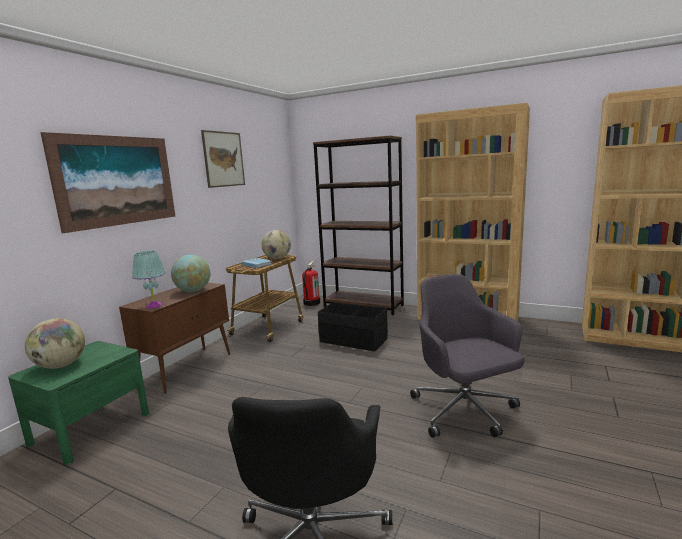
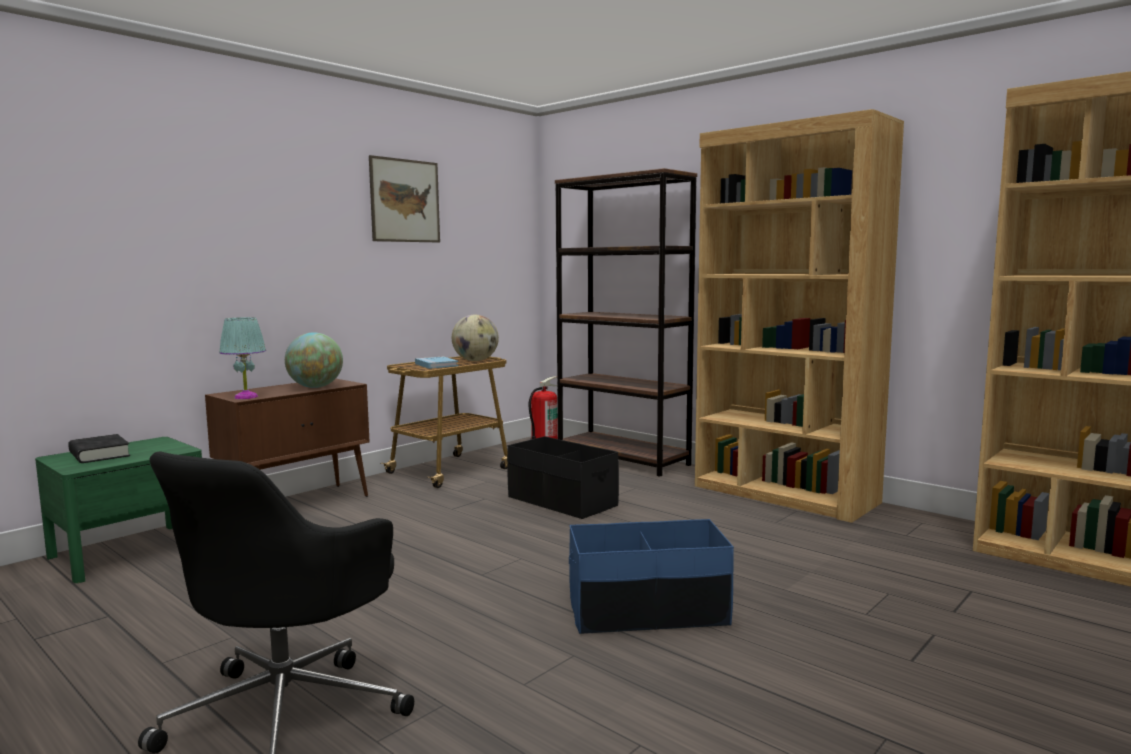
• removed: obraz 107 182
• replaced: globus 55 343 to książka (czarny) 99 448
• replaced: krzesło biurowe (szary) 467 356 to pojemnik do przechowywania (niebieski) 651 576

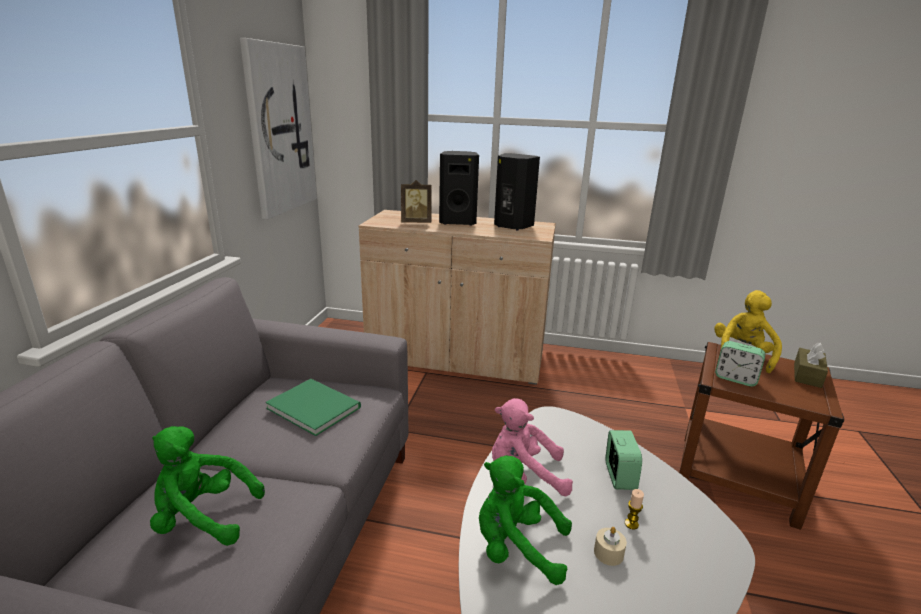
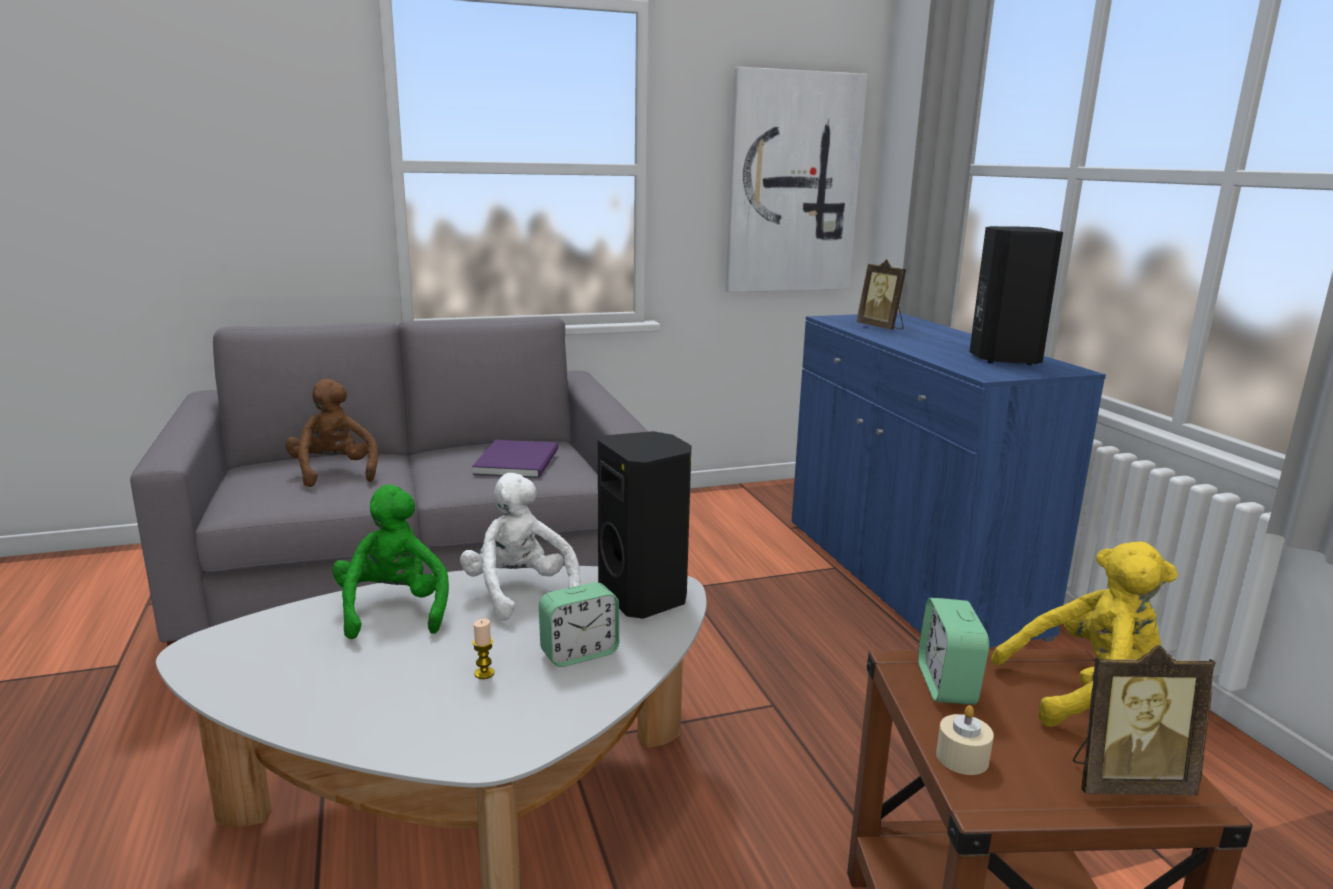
• moved: głośnik (czarny) 459 188 to 644 525
• moved: świeca (beżowy) 610 546 to 965 740
• replaced: pudełko chusteczek (brązowy) 811 365 to ramka na zdjęcie 1144 720
• recoloured: pluszak (zielony) 207 486 to pluszak (brązowy) 331 433
• recoloured: książka (zielony) 313 407 to książka (fioletowy) 515 459
• recoloured: szafka (beżowy) 457 297 to szafka (niebieski) 948 480
• recoloured: pluszak (różowy) 532 447 to pluszak (biały) 520 547

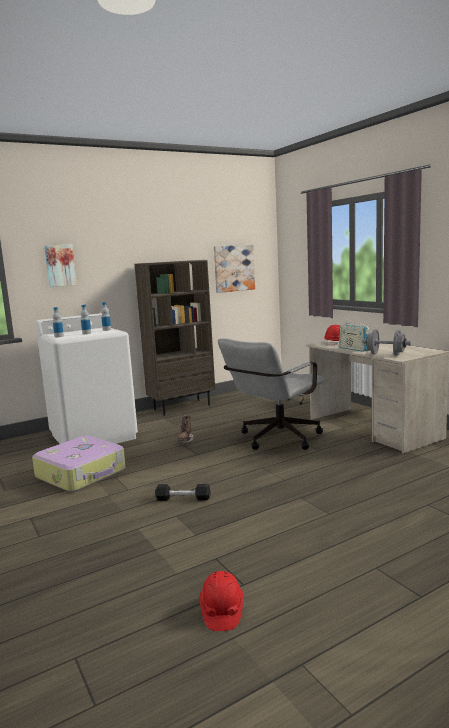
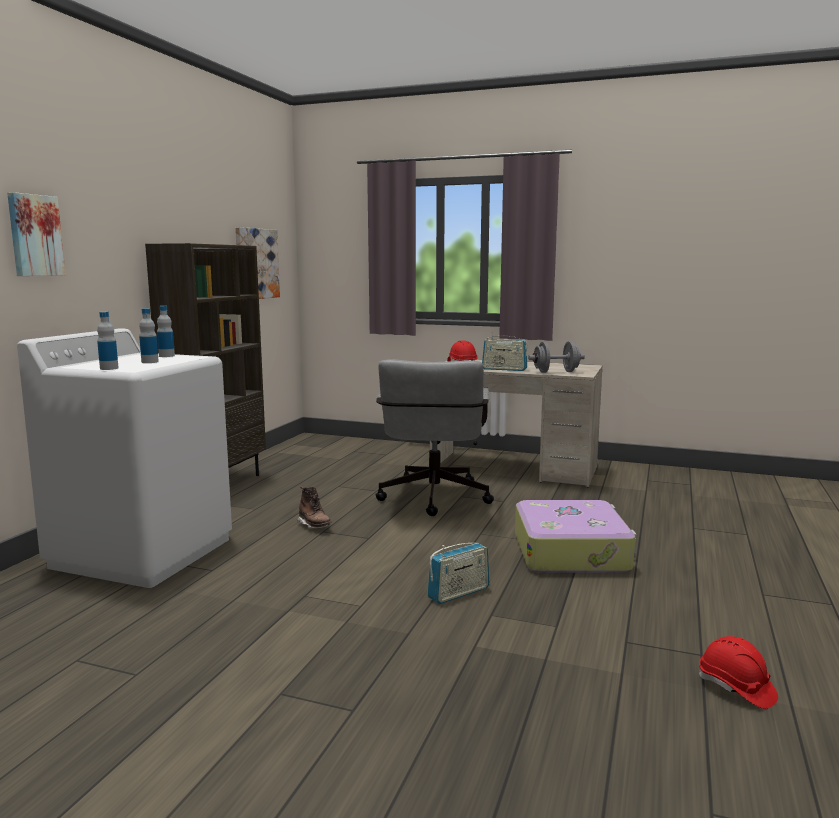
• moved: walizka 78 464 to 575 536
• replaced: hantel (czarny) 182 492 to radio 458 573

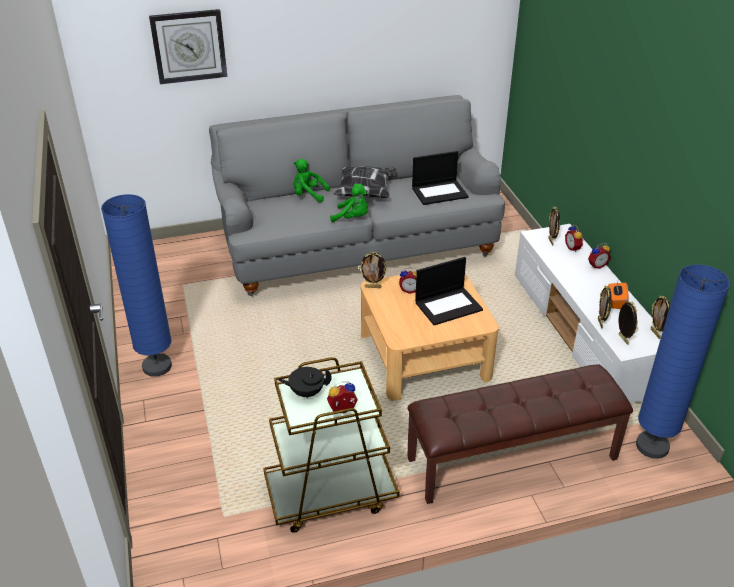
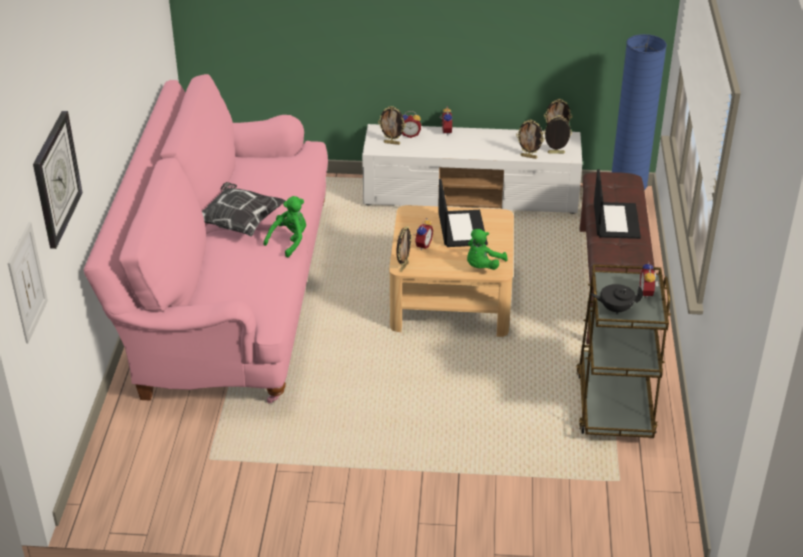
• removed: lampa stojąca (niebieski) 136 285
• removed: pudełko chusteczek (pomarańczowy) 618 296
• added: obraz 28 282
• moved: pluszak (zielony) 312 180 to 487 249
• moved: laptop 440 178 to 617 204
• recoloured: kanapa (szary) 357 195 to kanapa (różowy) 205 238
• turned: imbryk (czarny) 305 383 = 617 299 75 degrees clockwise

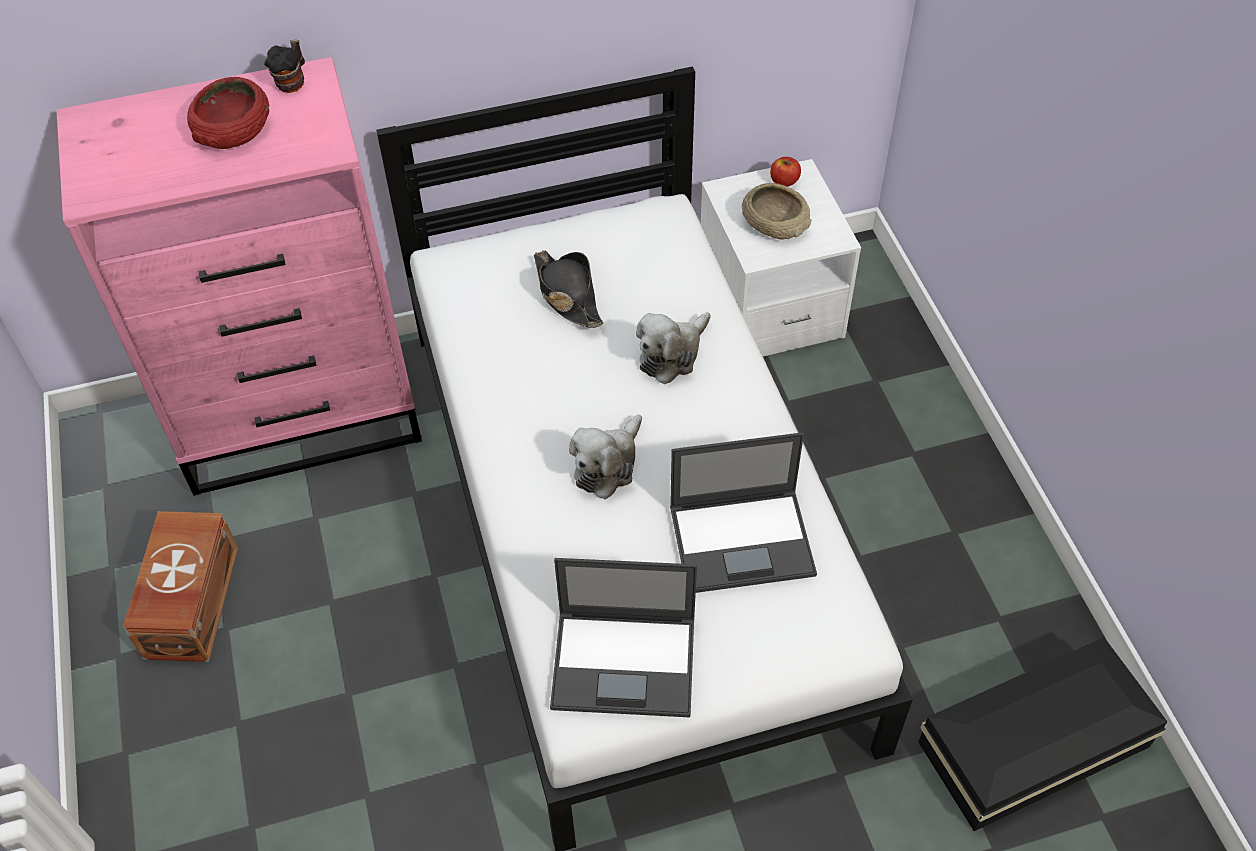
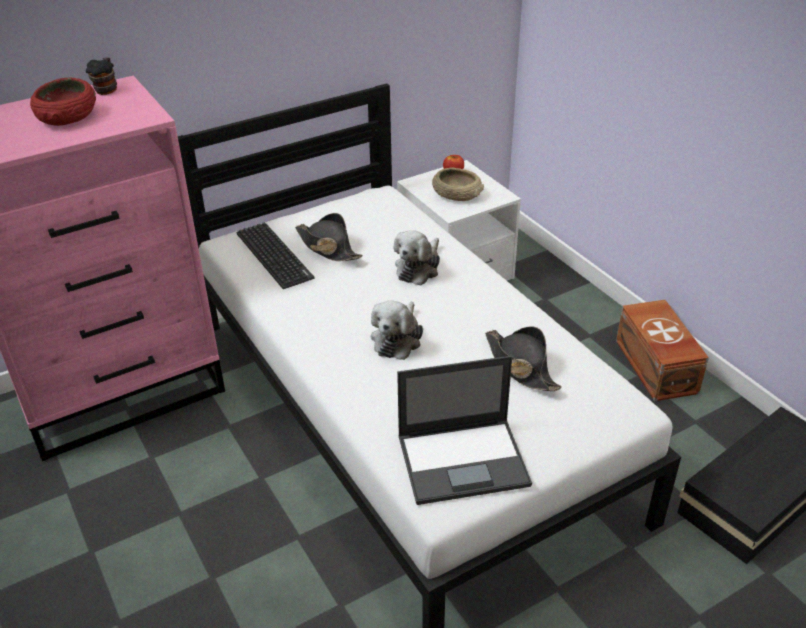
• added: klawiatura 276 256
• moved: pojemnik do przechowywania (brązowy) 180 586 to 662 350
• replaced: laptop 743 512 to kapelusz (czarny) 523 359

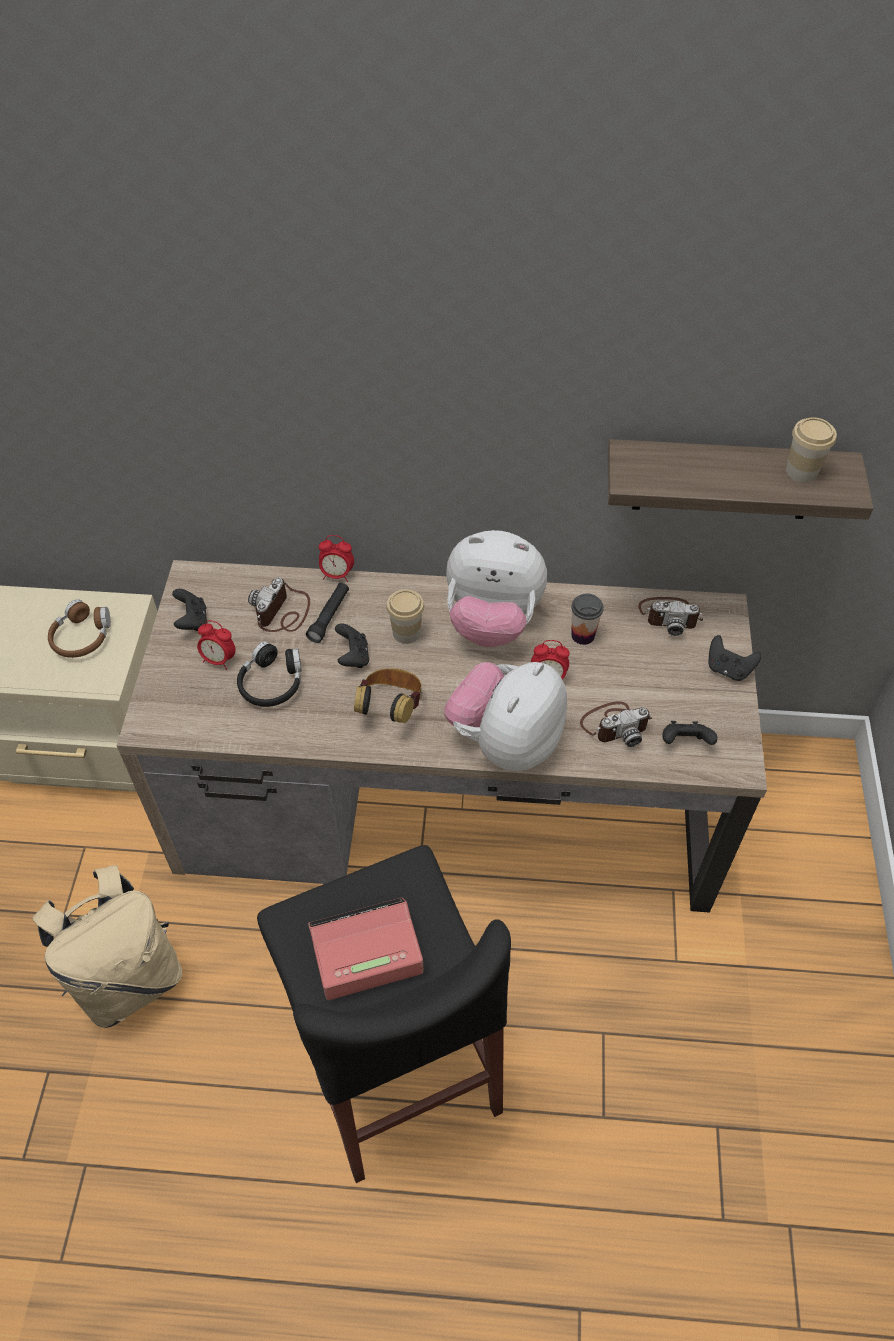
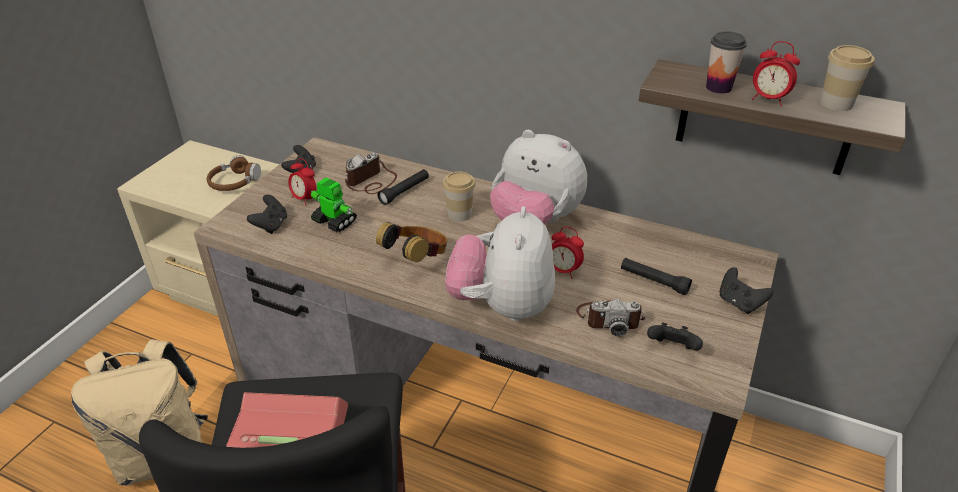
• removed: aparat fotograficzny 670 616
• added: latarka (czarny) 656 276
• moved: budzik 336 558 to 776 73
• moved: pad do gier (czarny) 352 645 to 267 214
• moved: filiżanka 587 619 to 726 62
• replaced: słuchawki (czarny) 269 674 to robot zabawkowy 334 205
• turned: pluszak 505 716 = 500 263 45 degrees counterclockwise

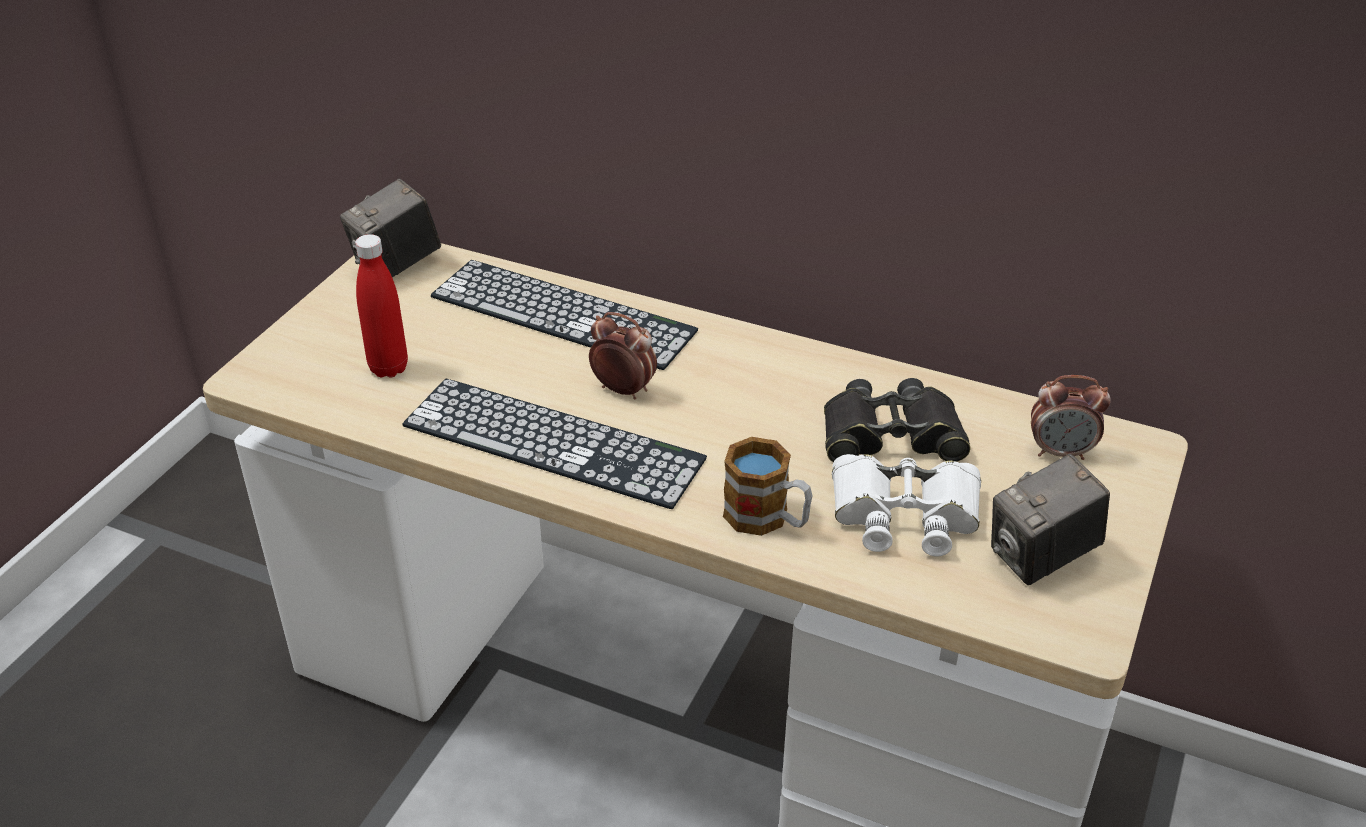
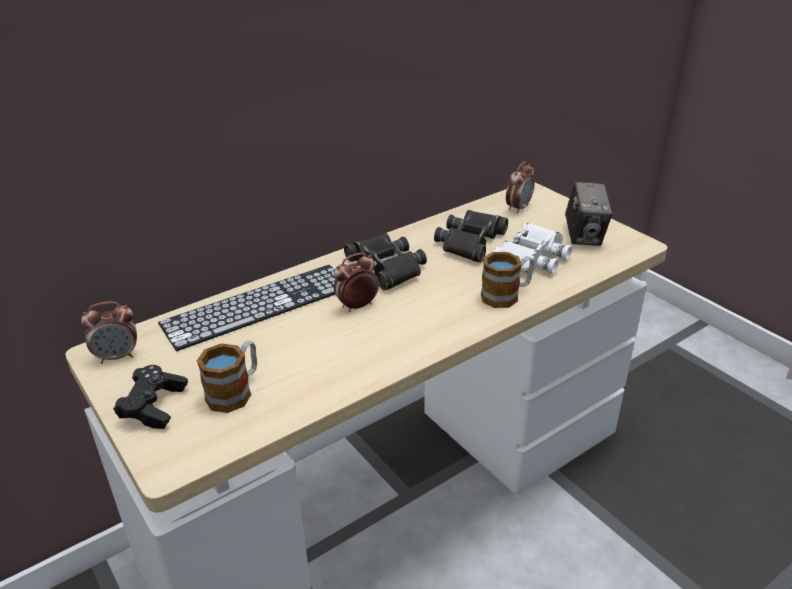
• removed: klawiatura 554 444
• added: pad do gier (czarny) 150 397
• added: lornetka (czarny) 385 261
• replaced: aparat fotograficzny 390 228 to budzik 109 333
• replaced: butelka (czerwony) 381 306 to kubek 227 376

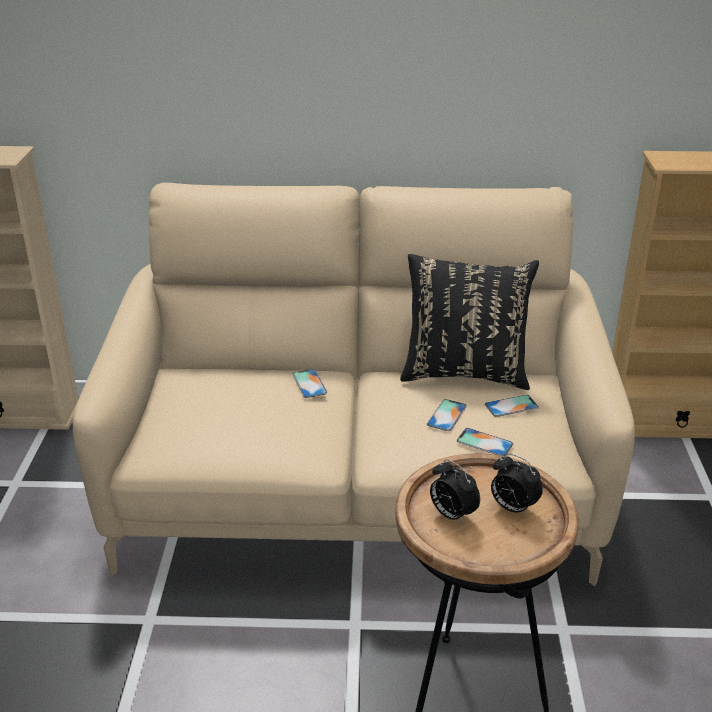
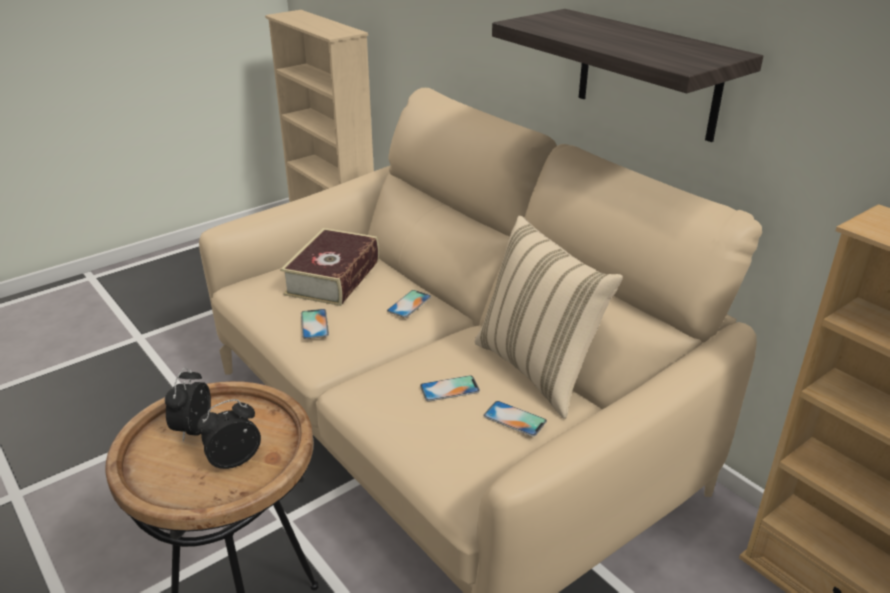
• added: książka 329 267
• added: półka 627 75
• moved: telefon 485 442 to 315 324
• recoloured: poduszka (czarny) 469 322 to poduszka (beżowy) 548 317
• turned: budzik 517 484 = 229 434 60 degrees clockwise

